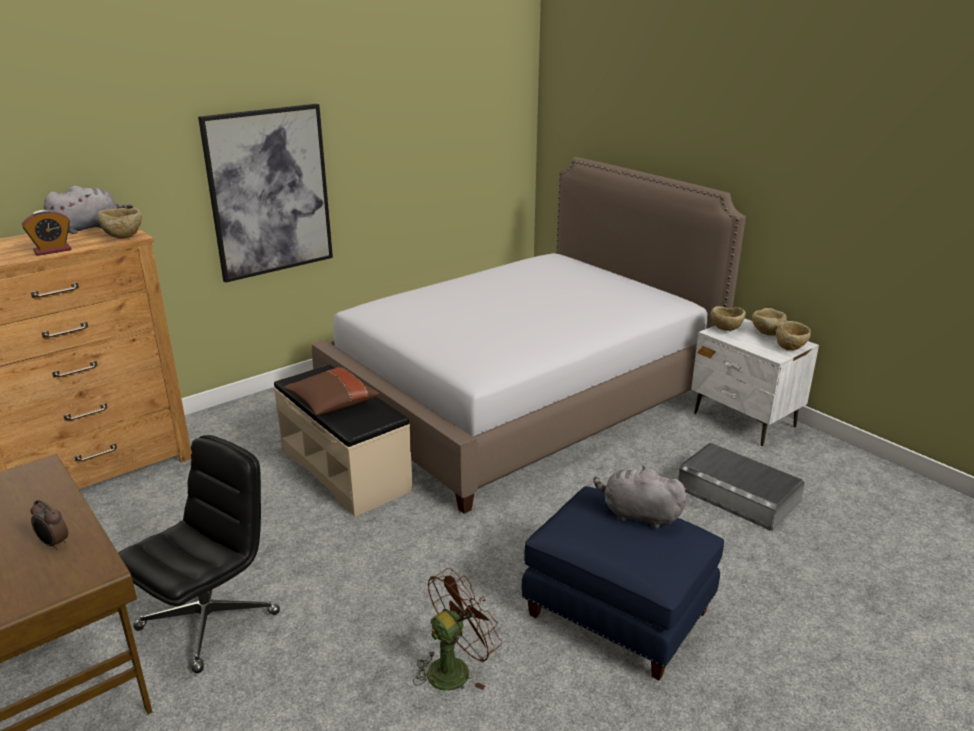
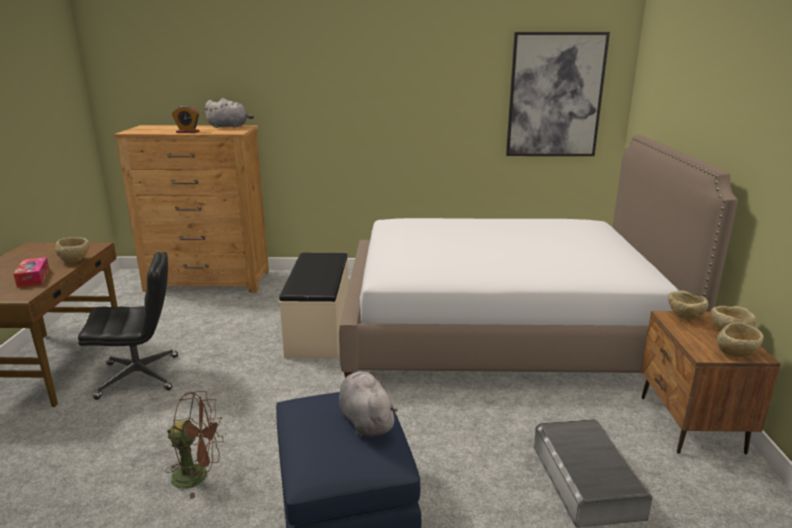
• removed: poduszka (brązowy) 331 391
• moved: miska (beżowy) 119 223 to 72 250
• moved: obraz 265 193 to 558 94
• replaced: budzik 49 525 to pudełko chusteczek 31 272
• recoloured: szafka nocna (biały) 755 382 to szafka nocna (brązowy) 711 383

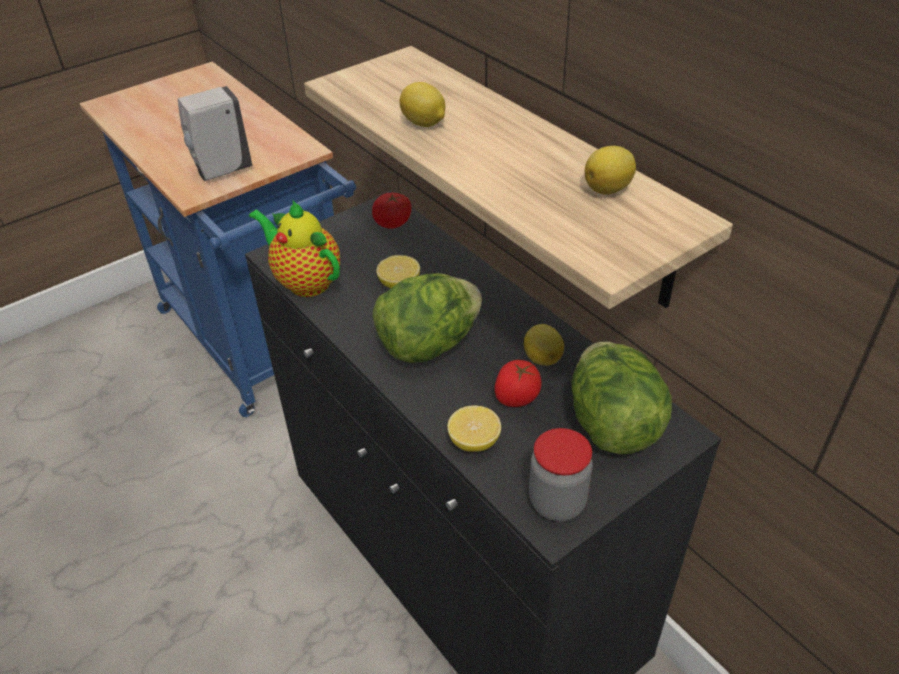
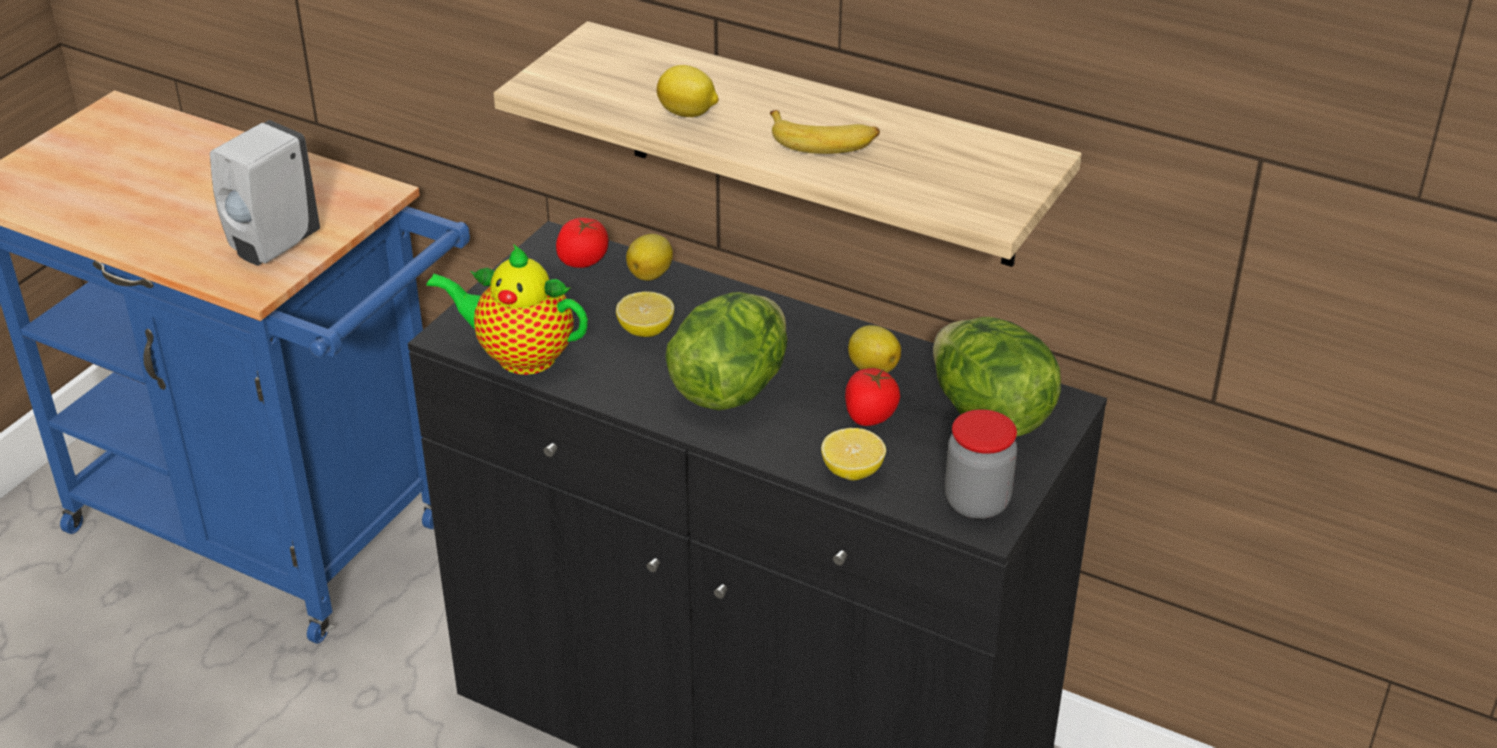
• added: banan 825 132
• moved: cytryna 610 170 to 649 257

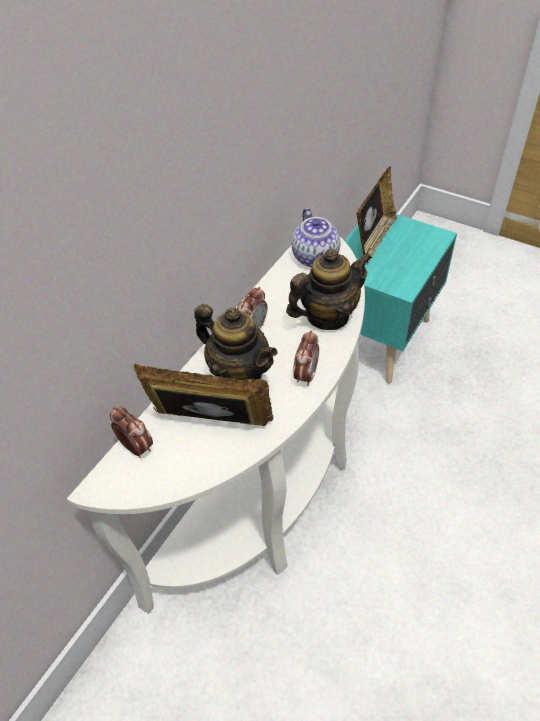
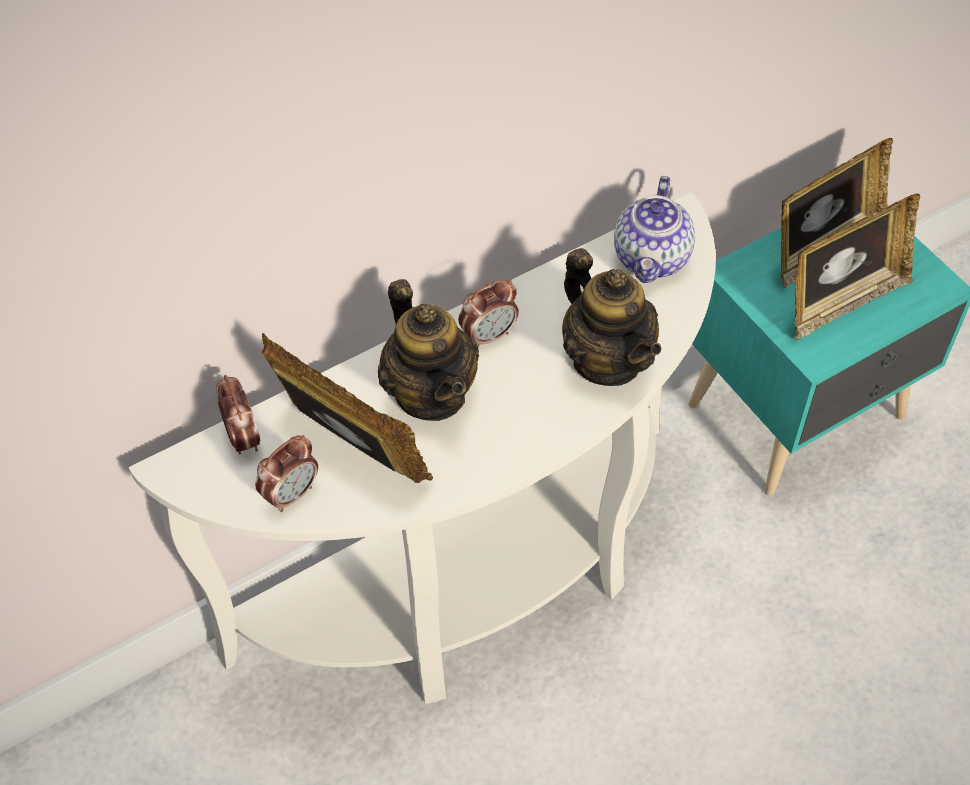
• added: ramka na zdjęcie 857 267
• moved: budzik 306 358 to 286 473
• turned: imbryk 329 289 = 611 317 60 degrees clockwise

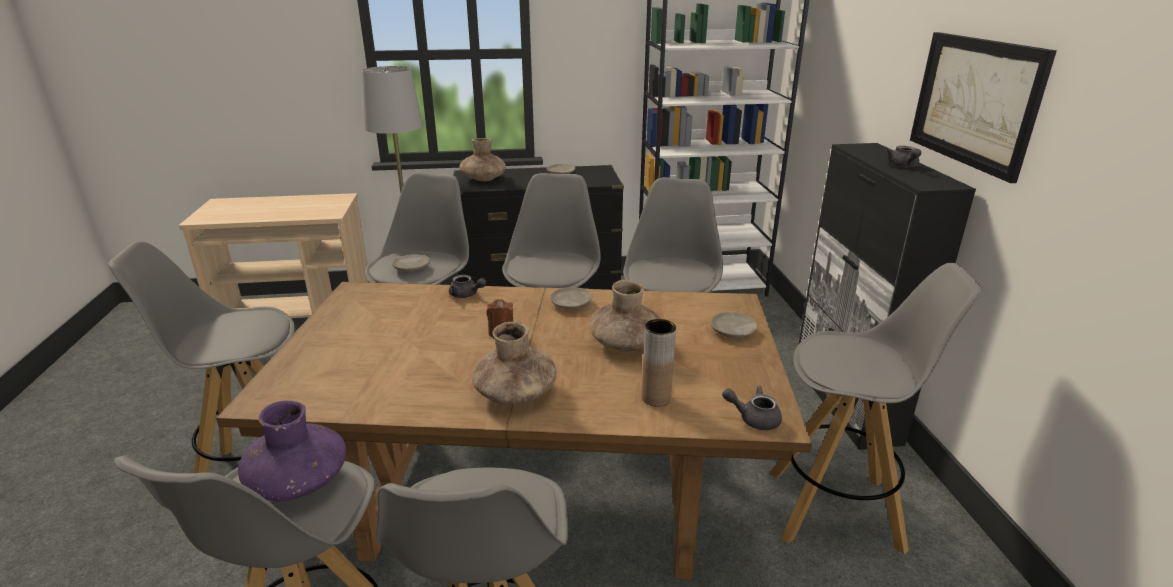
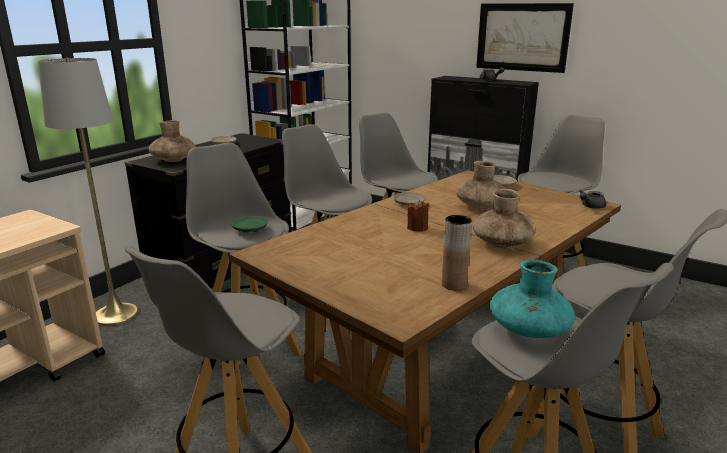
• removed: imbryk (szary) 468 286
• moved: wazon (brązowy) 659 363 to 457 252
• recoloured: wazon (fioletowy) 292 451 to wazon (turkusowy) 532 299
• recoloured: talerz (beżowy) 411 263 to talerz (zielony) 250 224

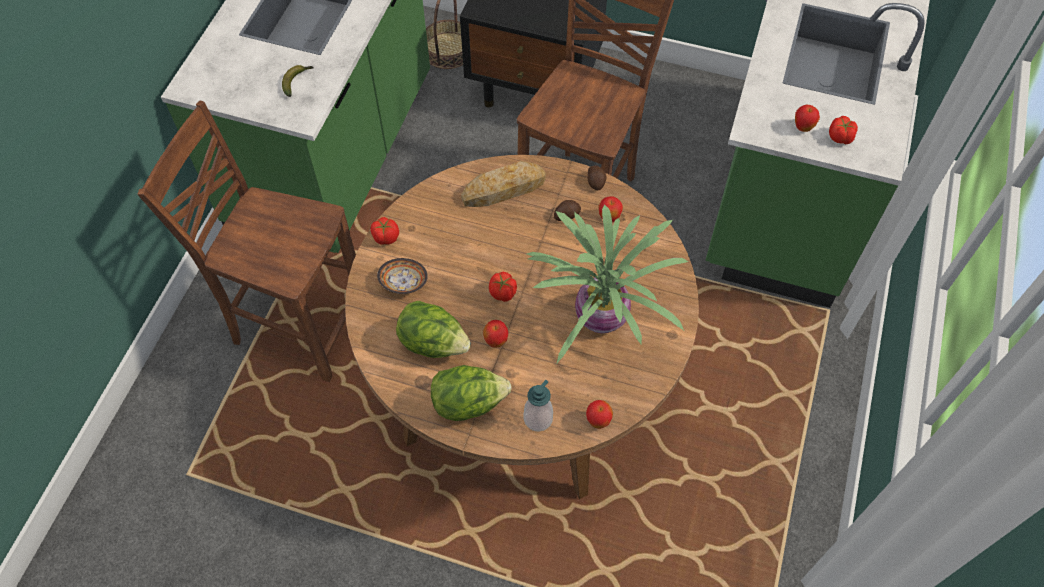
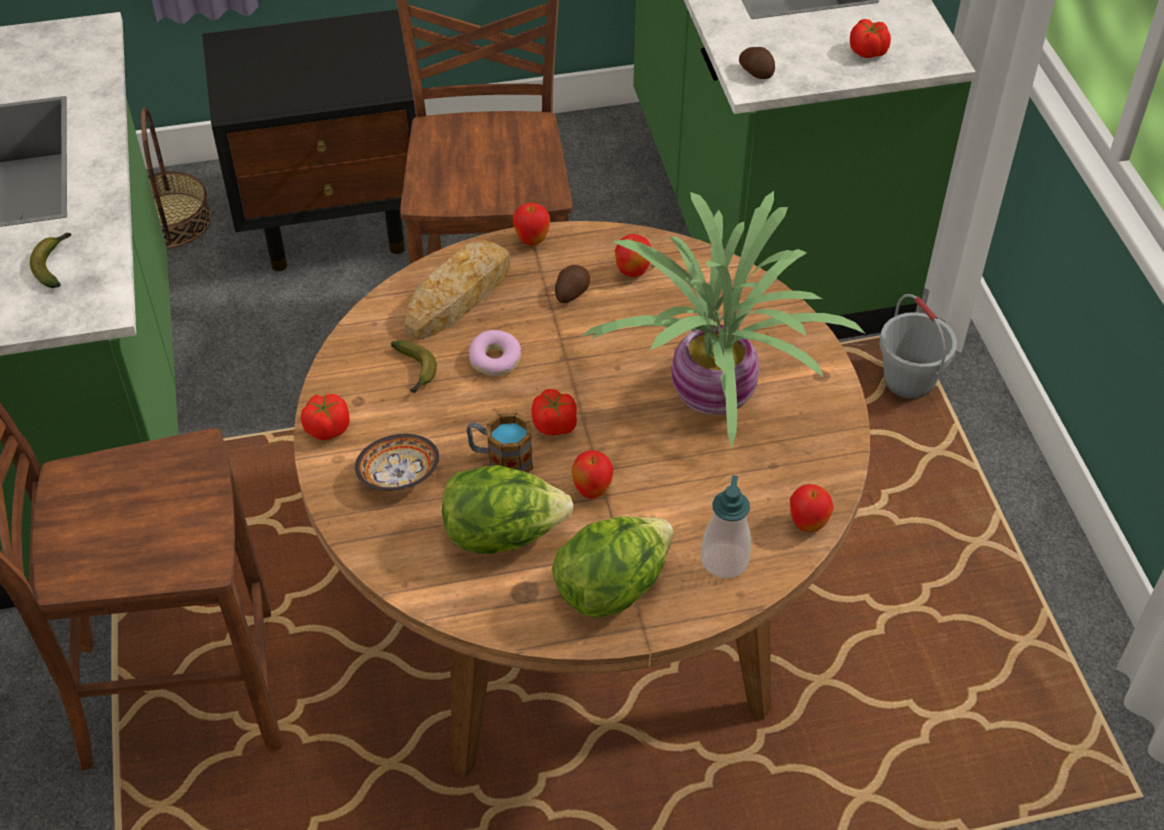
• added: banan 414 367
• added: kubek 499 442
• added: donut 495 353
• added: wiadro (szary) 918 346
• moved: ziemniak 597 178 to 757 63
• moved: jabłko 807 118 to 531 224

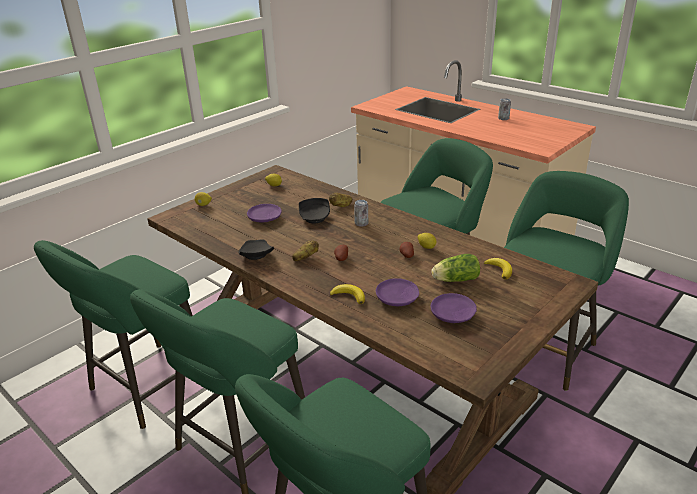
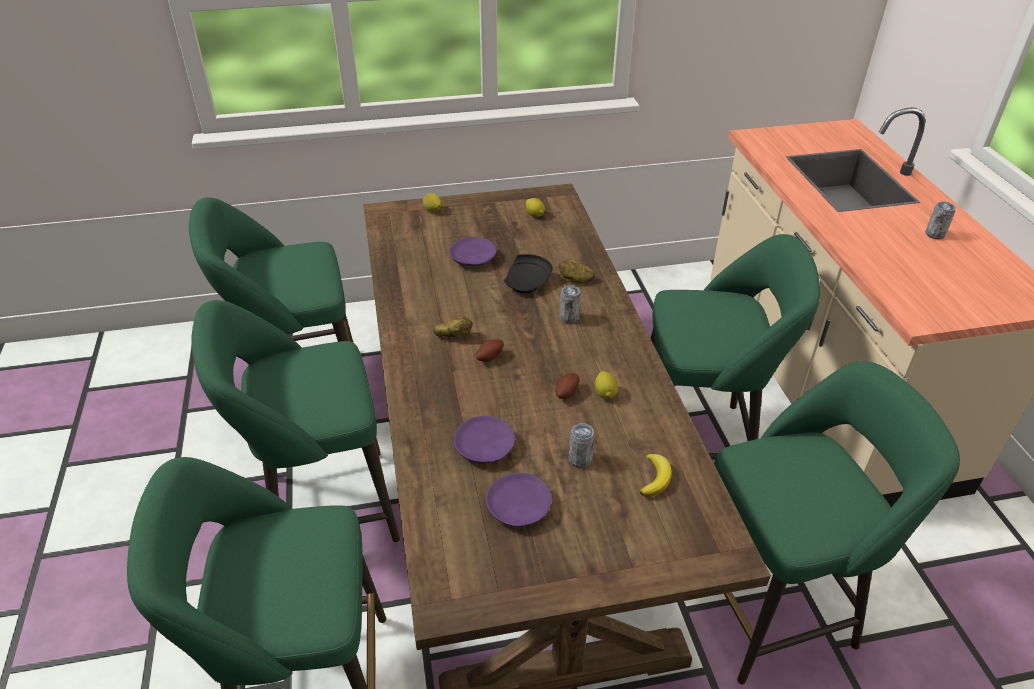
• removed: talerz (czarny) 256 249
• removed: banan 347 294
• replaced: sałata 455 268 to puszka 582 445

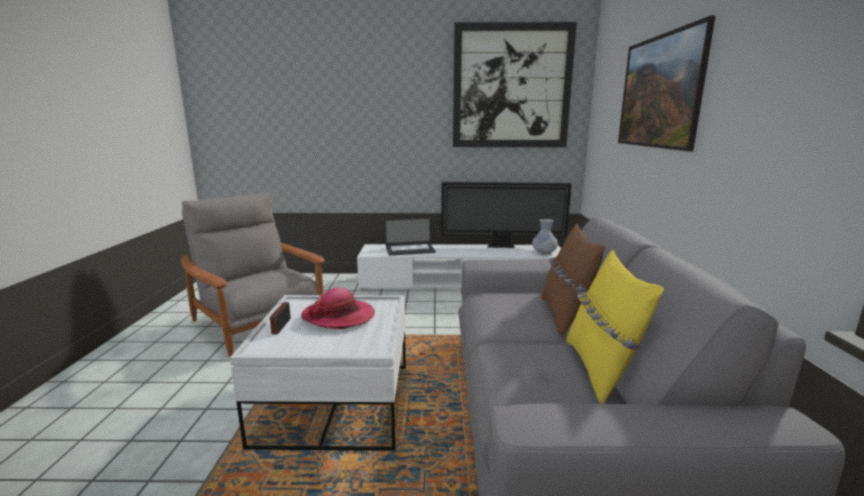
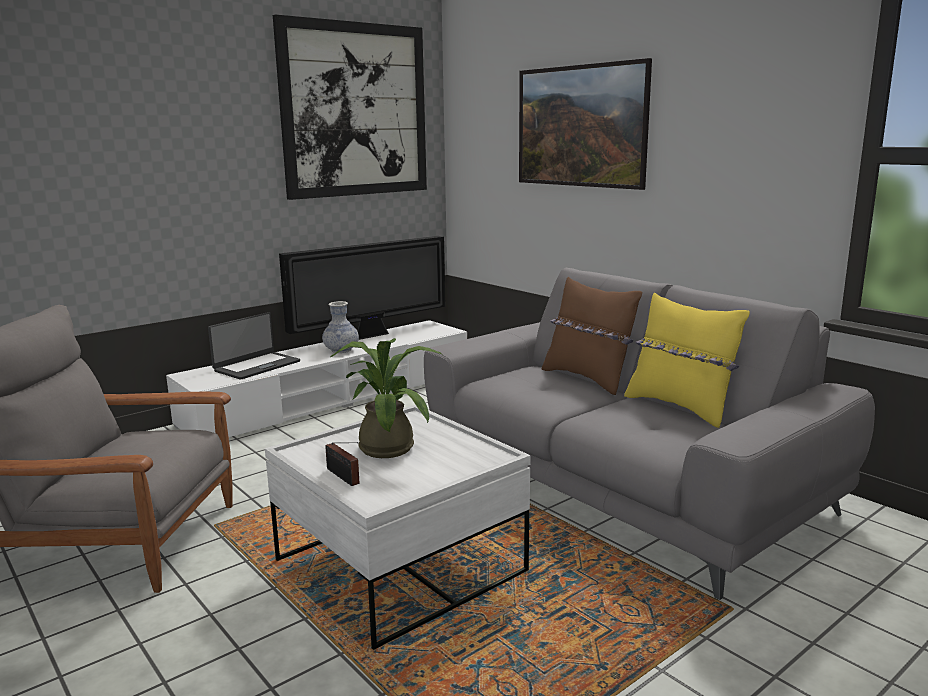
• moved: wazon 545 236 to 340 327
• replaced: kapelusz 338 308 to roślina doniczkowa 386 398

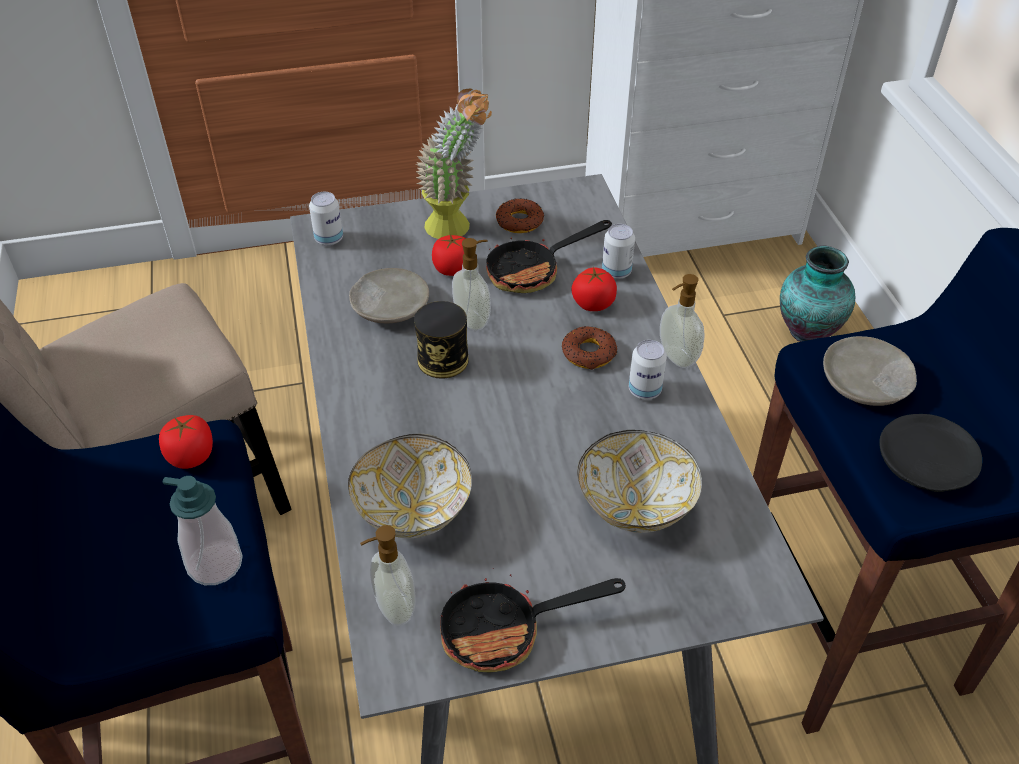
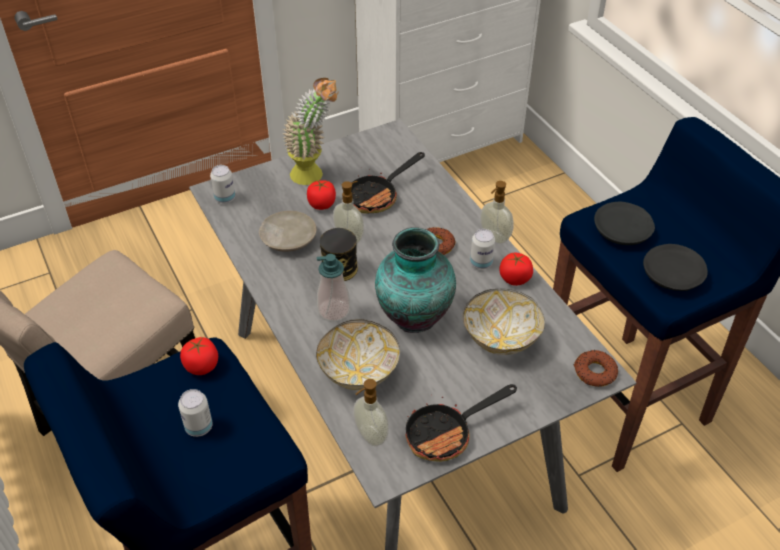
• moved: dozownik mydła 202 530 to 333 288
• moved: donut 520 215 to 595 368
• moved: pomidor 594 289 to 516 269
• moved: puszka 618 251 to 195 413
• moved: wazon 817 293 to 415 280
• recoloured: talerz (beżowy) 870 371 to talerz (czarny) 624 223

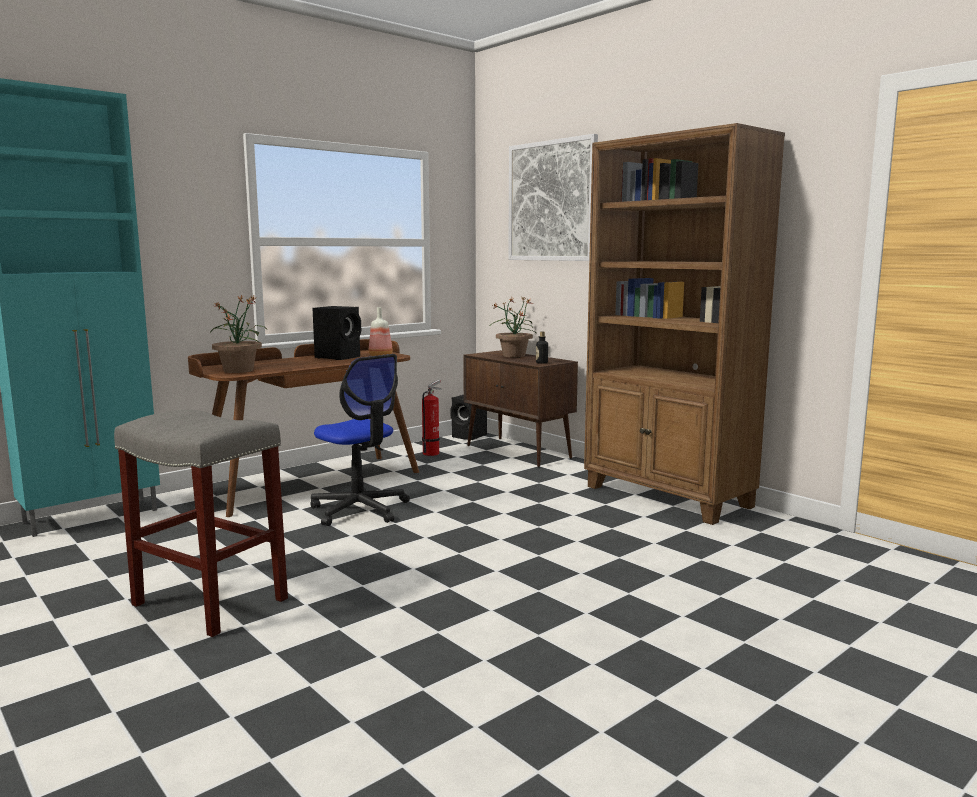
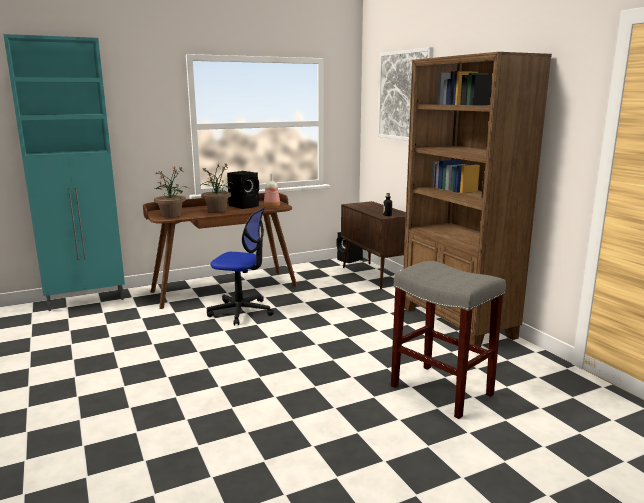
• removed: gaśnica 432 418
• moved: stołek (szary) 201 523 to 448 340
• moved: roślina doniczkowa 513 326 to 217 187
• turned: krzesło biurowe 360 440 = 240 266 45 degrees counterclockwise

